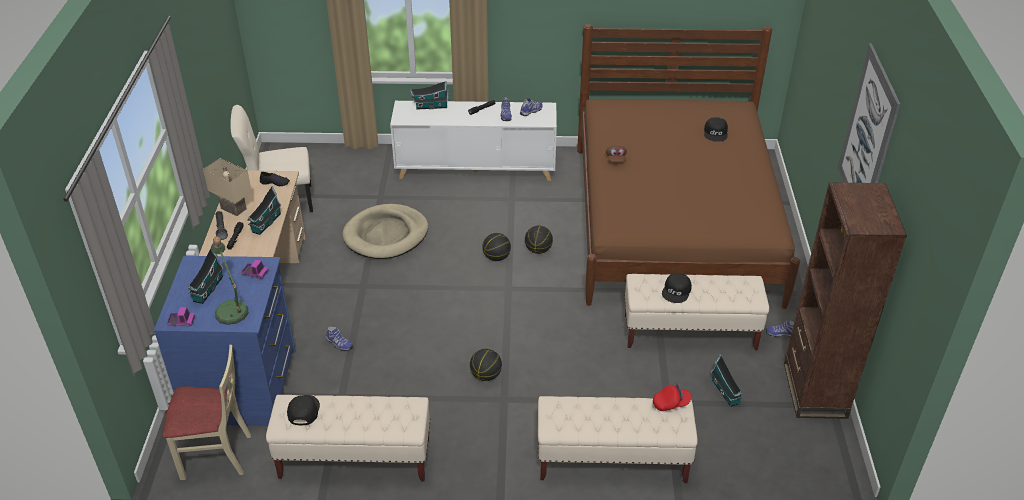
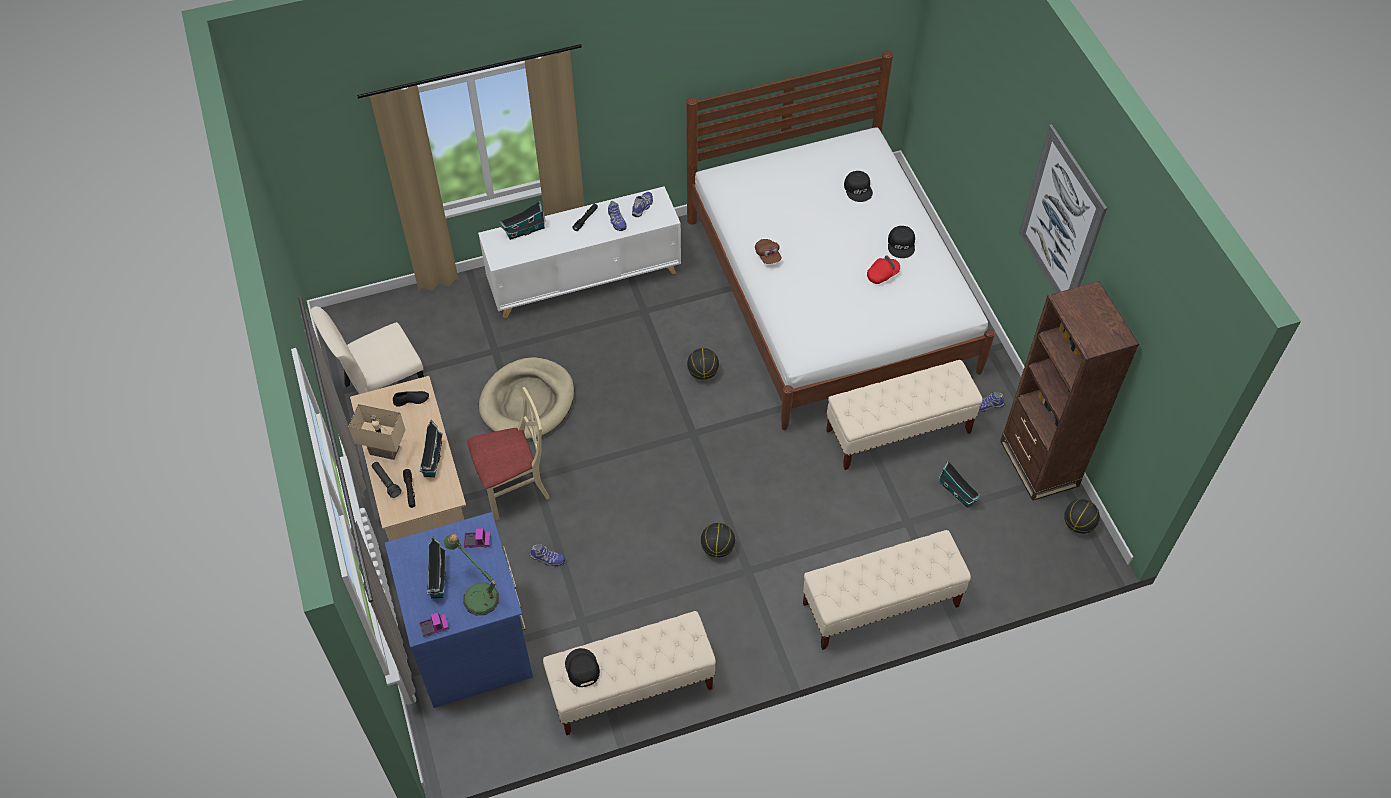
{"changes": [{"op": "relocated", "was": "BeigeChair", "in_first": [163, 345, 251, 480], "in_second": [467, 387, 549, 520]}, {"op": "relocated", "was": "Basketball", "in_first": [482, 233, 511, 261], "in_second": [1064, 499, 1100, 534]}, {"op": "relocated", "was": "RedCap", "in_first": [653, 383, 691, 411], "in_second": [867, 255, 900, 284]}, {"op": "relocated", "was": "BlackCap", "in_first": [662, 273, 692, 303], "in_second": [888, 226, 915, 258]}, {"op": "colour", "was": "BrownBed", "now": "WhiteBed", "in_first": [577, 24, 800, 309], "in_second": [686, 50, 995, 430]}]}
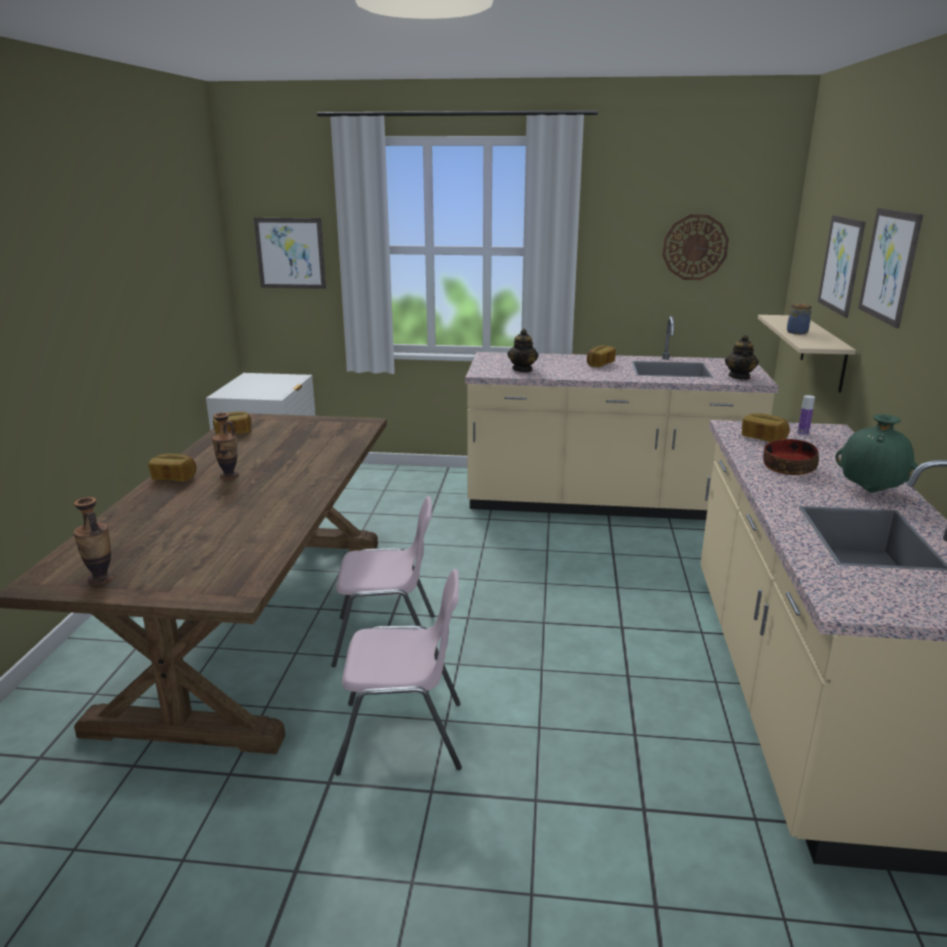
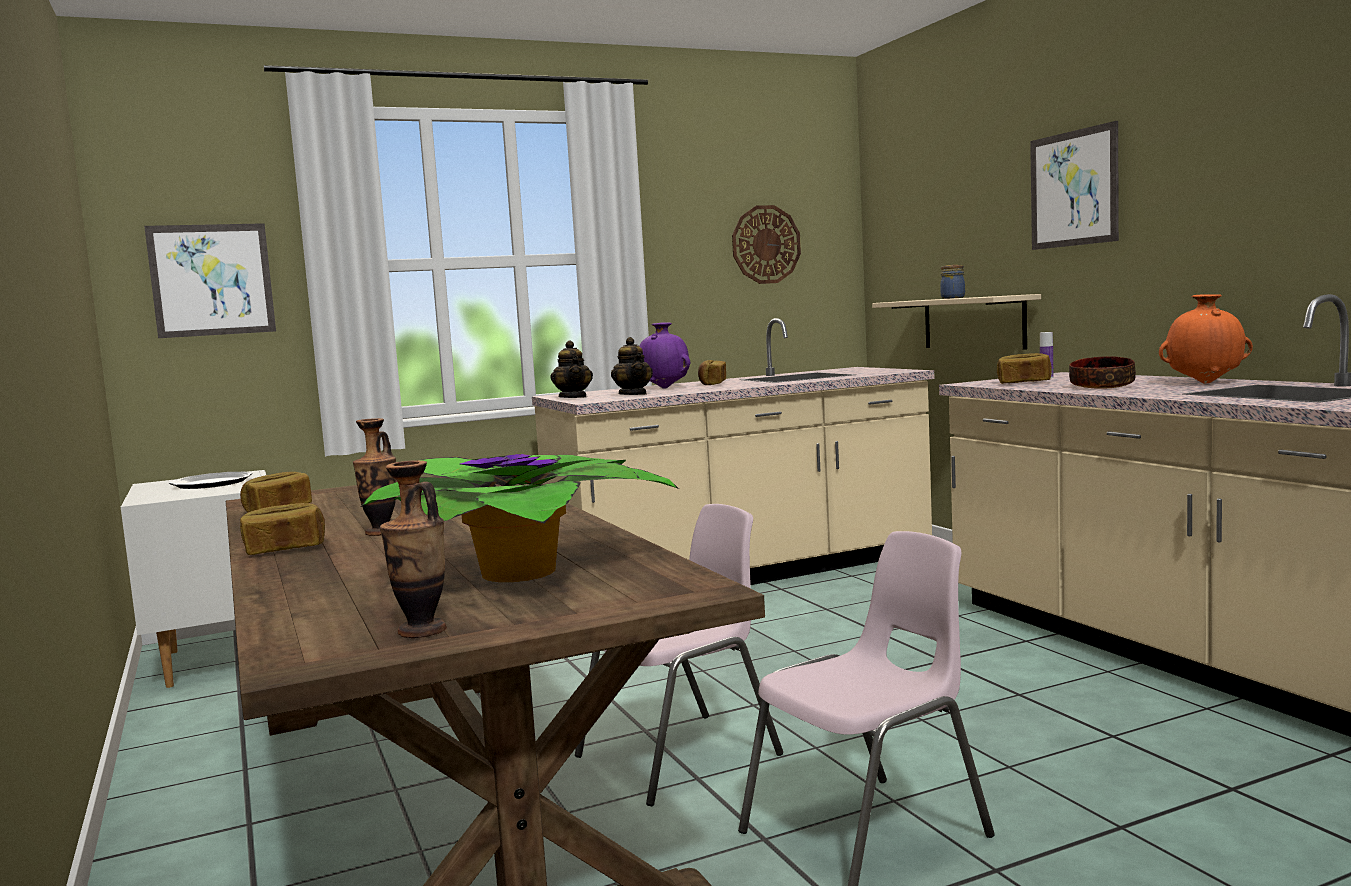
{"changes": [{"op": "missing", "was": "Picture", "in_first": [818, 215, 866, 318]}, {"op": "appeared", "now": "Plate", "in_second": [169, 472, 252, 489]}, {"op": "appeared", "now": "PottedPlant", "in_second": [360, 454, 679, 582]}, {"op": "appeared", "now": "PurpleVase", "in_second": [639, 322, 690, 389]}, {"op": "relocated", "was": "Teapot", "in_first": [725, 335, 759, 380], "in_second": [550, 341, 593, 398]}, {"op": "colour", "was": "GreenVase", "now": "OrangeVase", "in_first": [835, 414, 918, 493], "in_second": [1159, 294, 1253, 383]}]}
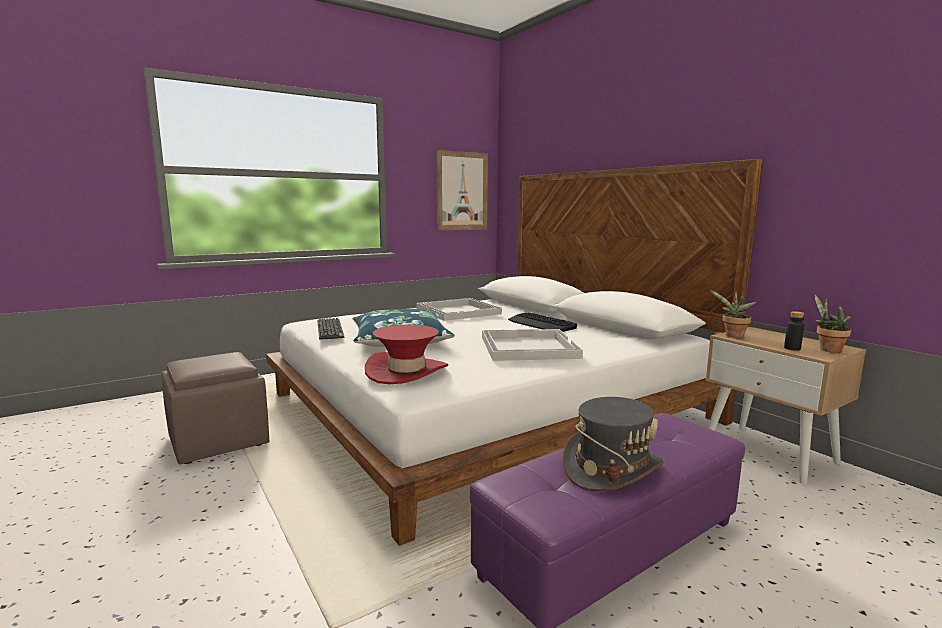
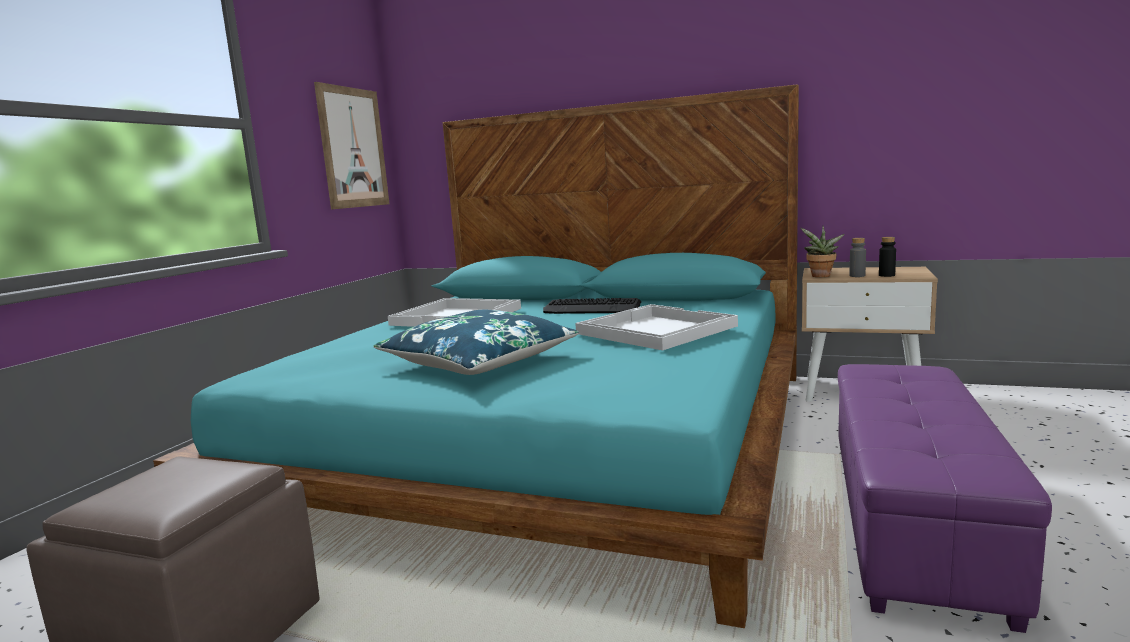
{"changes": [{"op": "missing", "was": "Keyboard", "in_first": [317, 318, 344, 339]}, {"op": "missing", "was": "RedHat", "in_first": [365, 325, 448, 384]}, {"op": "missing", "was": "GreyHat", "in_first": [562, 397, 665, 492]}, {"op": "missing", "was": "PottedPlant", "in_first": [815, 295, 851, 353]}, {"op": "appeared", "now": "GreyBottle", "in_second": [849, 238, 866, 277]}, {"op": "colour", "was": "WhiteBed", "now": "TurquoiseBed", "in_first": [266, 159, 763, 546], "in_second": [153, 84, 799, 628]}]}
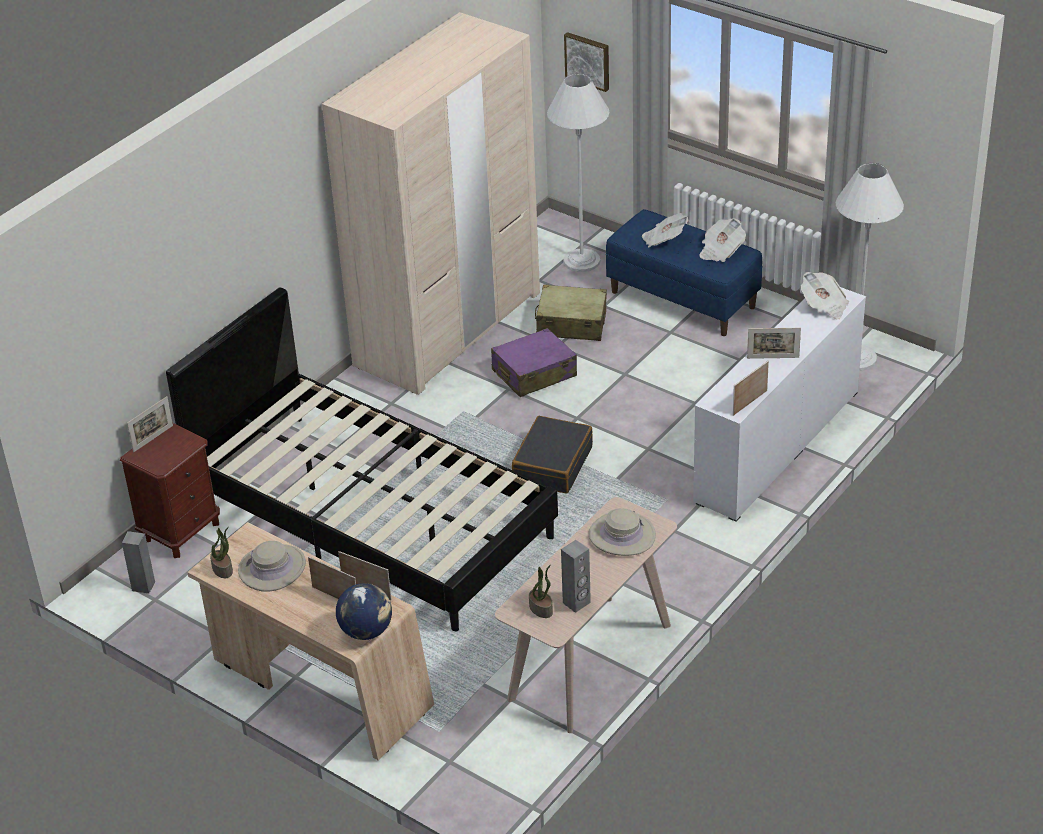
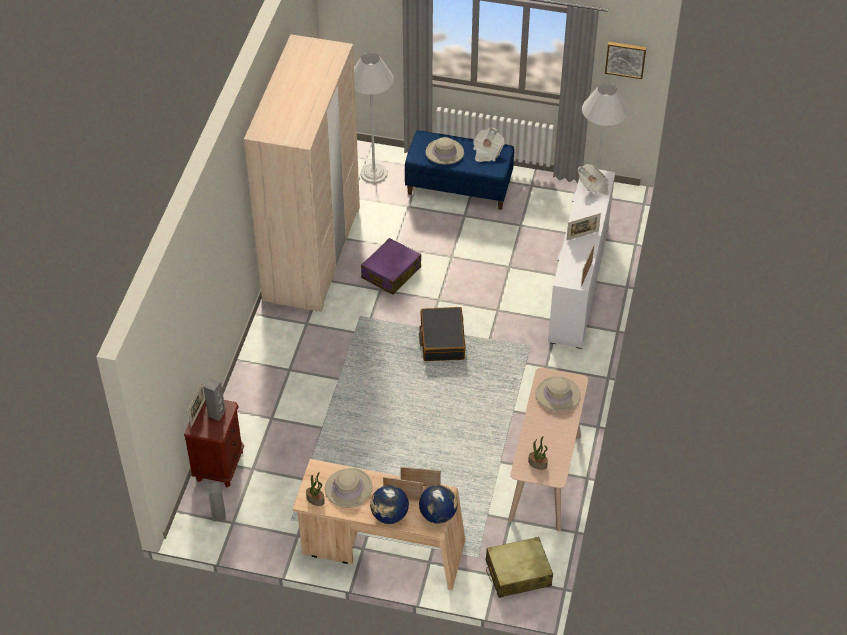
{"changes": [{"op": "missing", "was": "BlackBed", "in_first": [166, 288, 558, 631]}, {"op": "appeared", "now": "Globe", "in_second": [370, 485, 409, 524]}, {"op": "relocated", "was": "BeigeSuitcase", "in_first": [535, 284, 607, 341], "in_second": [486, 537, 553, 598]}, {"op": "relocated", "was": "GreySpeaker", "in_first": [561, 540, 591, 613], "in_second": [203, 378, 225, 421]}, {"op": "relocated", "was": "Picture", "in_first": [564, 32, 609, 92], "in_second": [605, 42, 647, 79]}, {"op": "exchanged", "was": "Newspaper", "now": "BeigeHat", "in_first": [642, 213, 688, 247], "in_second": [425, 137, 464, 164]}]}
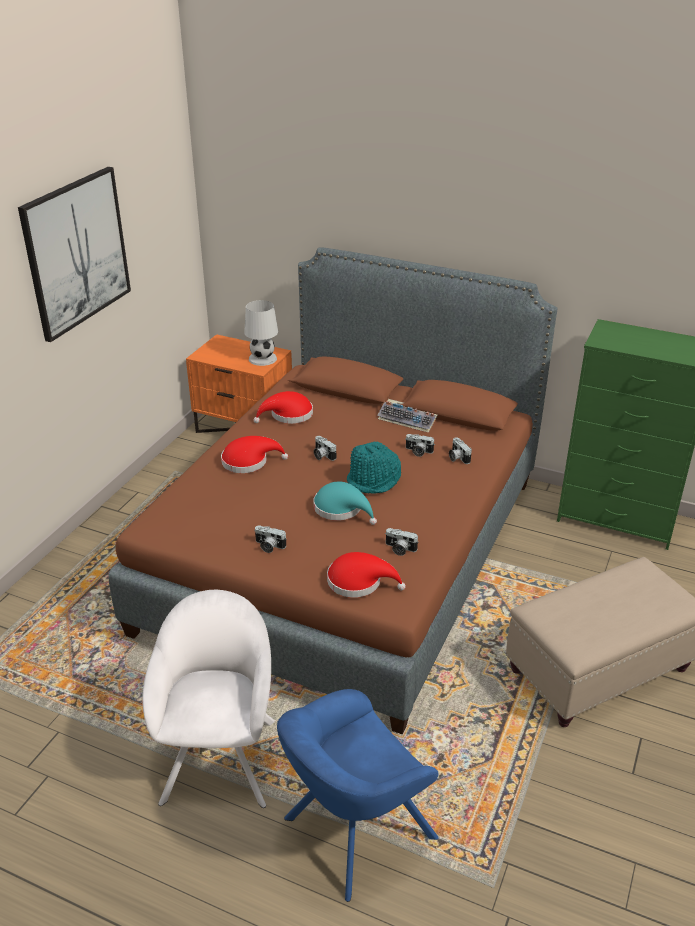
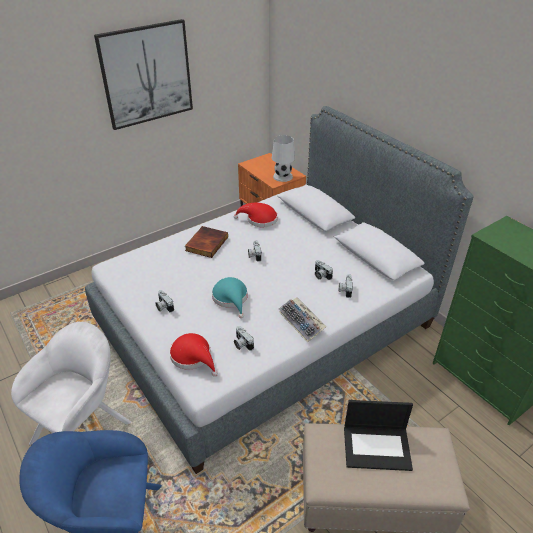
{"changes": [{"op": "missing", "was": "TurquoiseHat", "in_first": [347, 441, 401, 494]}, {"op": "appeared", "now": "Laptop", "in_second": [344, 400, 413, 471]}, {"op": "relocated", "was": "Keyboard", "in_first": [377, 399, 437, 433], "in_second": [279, 297, 326, 343]}, {"op": "exchanged", "was": "RedHat", "now": "Book", "in_first": [221, 436, 288, 473], "in_second": [185, 226, 228, 258]}, {"op": "colour", "was": "BrownBed", "now": "GreyBed", "in_first": [108, 247, 557, 734], "in_second": [85, 106, 474, 474]}]}
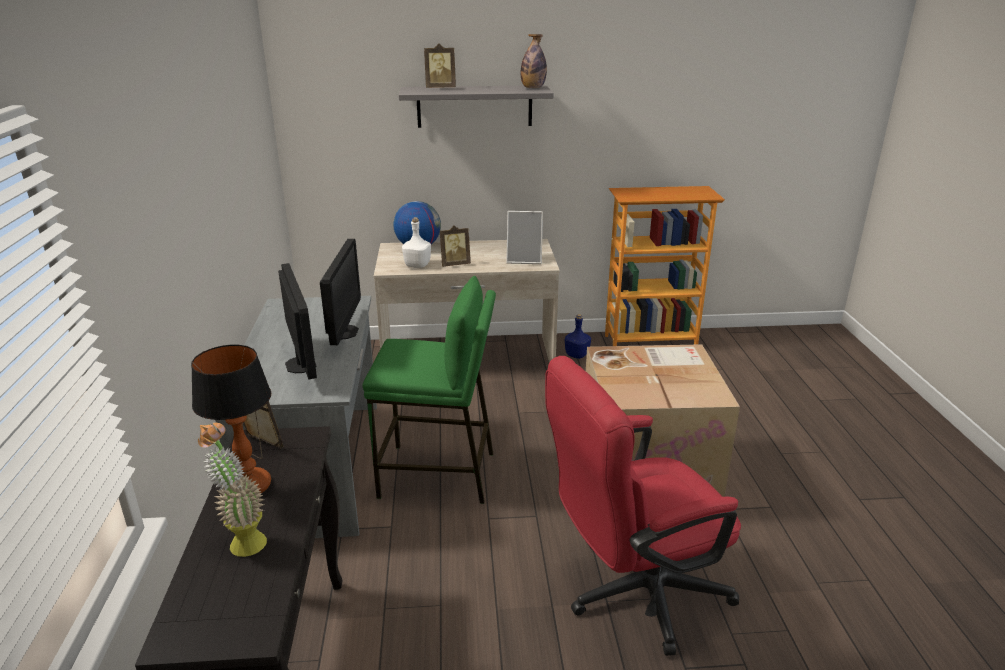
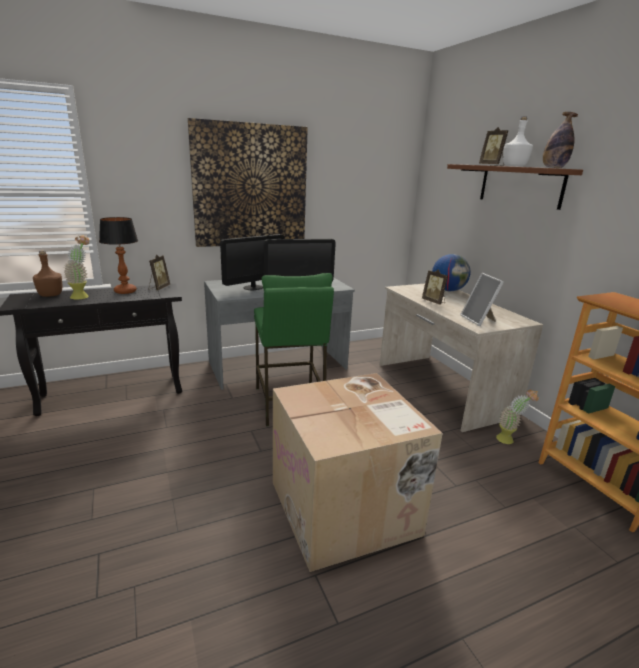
{"changes": [{"op": "missing", "was": "RedOfficeChair", "in_first": [545, 356, 741, 656]}, {"op": "appeared", "now": "BrownBottle", "in_second": [33, 250, 62, 297]}, {"op": "appeared", "now": "Picture", "in_second": [188, 118, 308, 247]}, {"op": "relocated", "was": "WhiteBottle", "in_first": [402, 217, 431, 268], "in_second": [503, 116, 533, 167]}, {"op": "exchanged", "was": "BlueBottle", "now": "PottedPlant", "in_first": [565, 314, 591, 359], "in_second": [496, 389, 539, 444]}, {"op": "colour", "was": "GreyShelf", "now": "BrownShelf", "in_first": [399, 85, 554, 128], "in_second": [447, 164, 583, 210]}]}
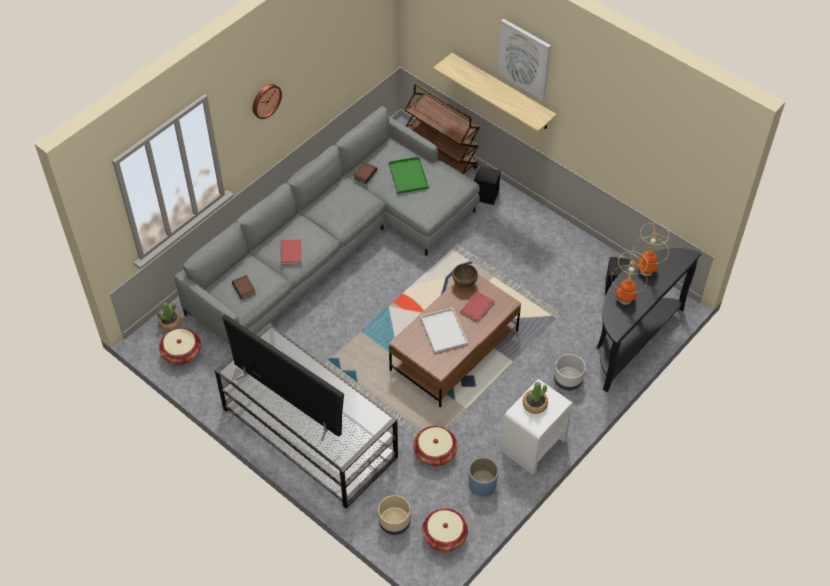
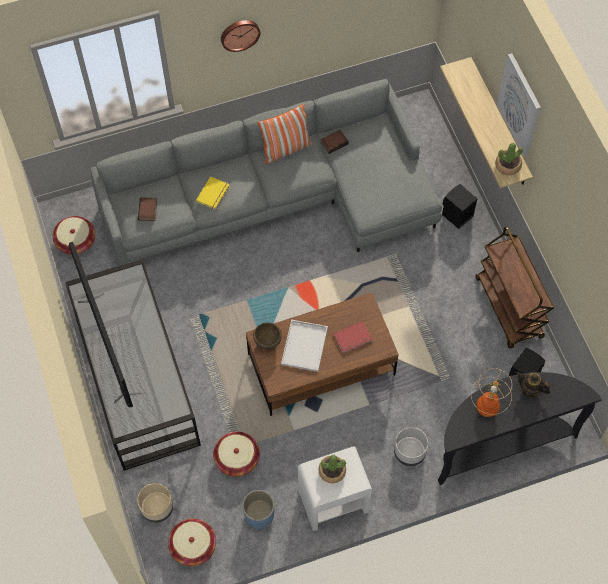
{"changes": [{"op": "missing", "was": "GreenTray", "in_first": [389, 157, 429, 194]}, {"op": "appeared", "now": "Pillow", "in_second": [257, 104, 313, 164]}, {"op": "relocated", "was": "PottedPlant", "in_first": [157, 302, 181, 331], "in_second": [495, 143, 523, 176]}, {"op": "relocated", "was": "BrownCart", "in_first": [405, 84, 480, 174], "in_second": [475, 227, 554, 349]}, {"op": "relocated", "was": "BrownBowl", "in_first": [452, 264, 478, 288], "in_second": [253, 323, 282, 350]}, {"op": "exchanged", "was": "TableLamp", "now": "Teapot", "in_first": [633, 223, 669, 276], "in_second": [516, 372, 550, 398]}, {"op": "colour", "was": "RedBook", "now": "YellowBook", "in_first": [281, 239, 302, 265], "in_second": [196, 176, 230, 210]}]}
